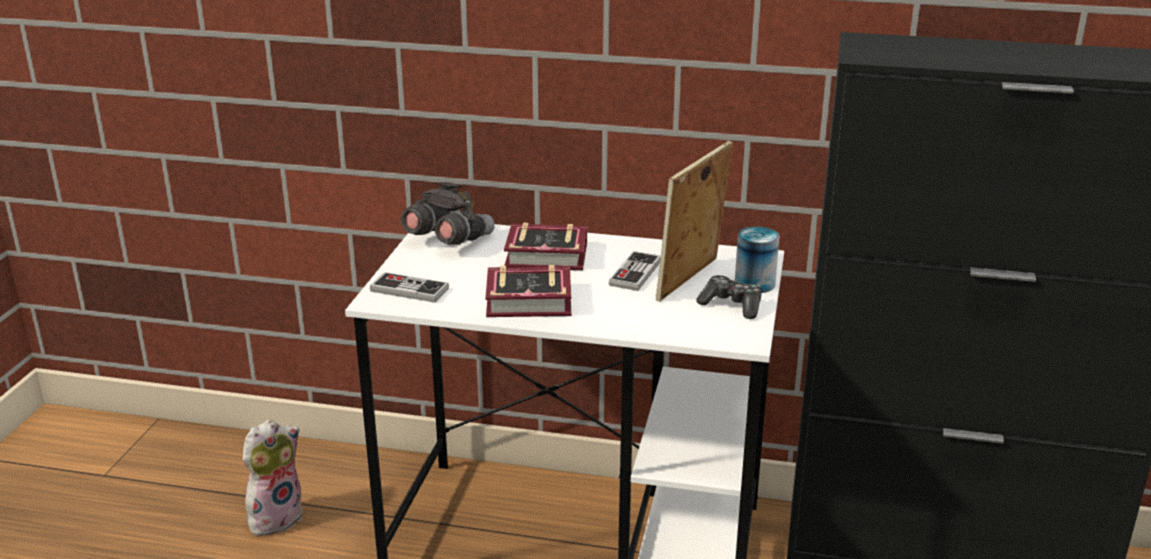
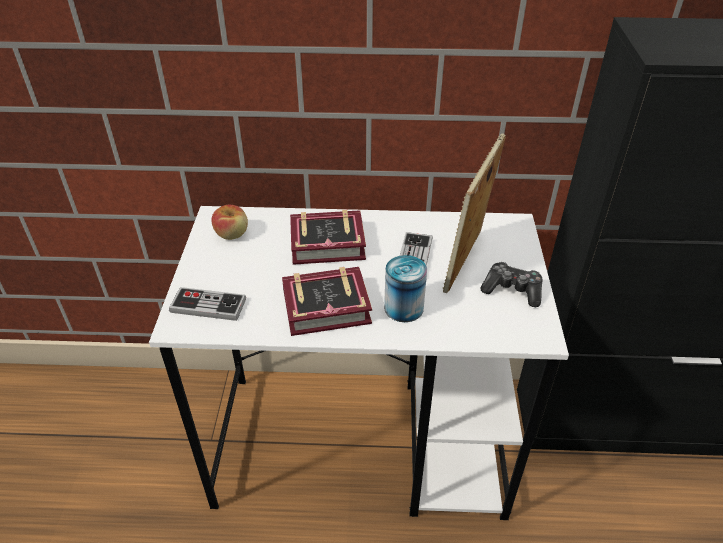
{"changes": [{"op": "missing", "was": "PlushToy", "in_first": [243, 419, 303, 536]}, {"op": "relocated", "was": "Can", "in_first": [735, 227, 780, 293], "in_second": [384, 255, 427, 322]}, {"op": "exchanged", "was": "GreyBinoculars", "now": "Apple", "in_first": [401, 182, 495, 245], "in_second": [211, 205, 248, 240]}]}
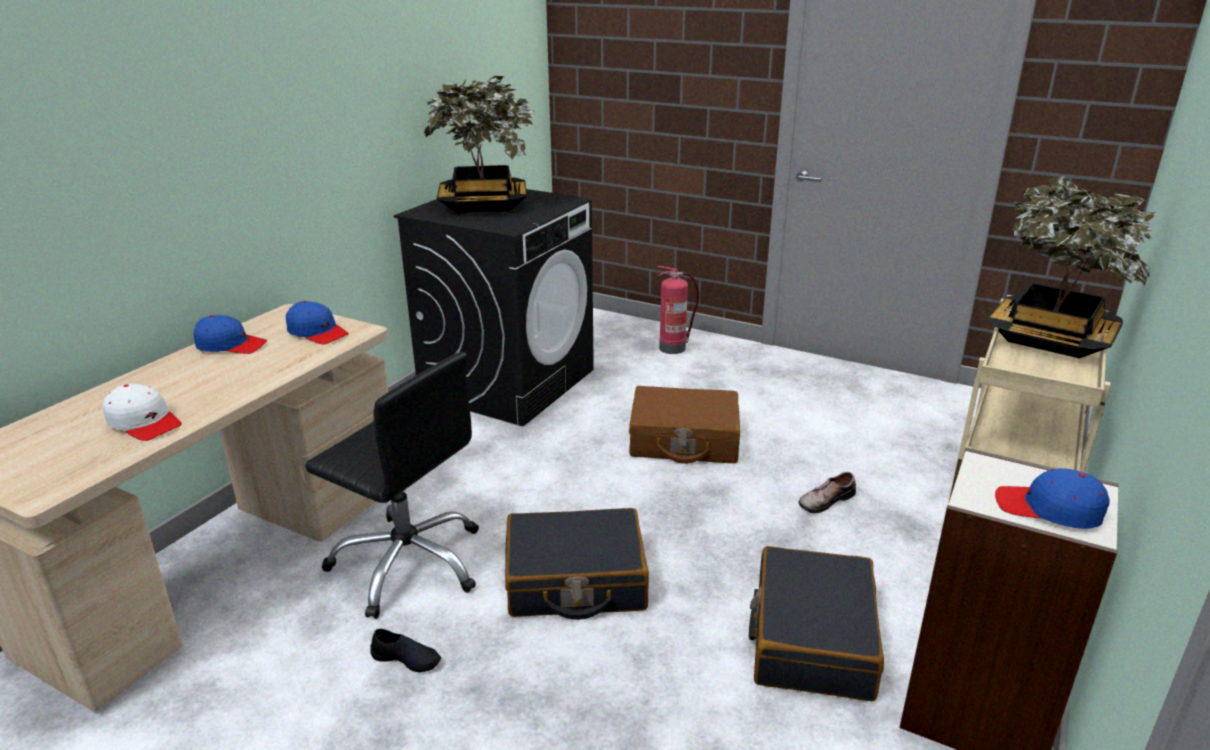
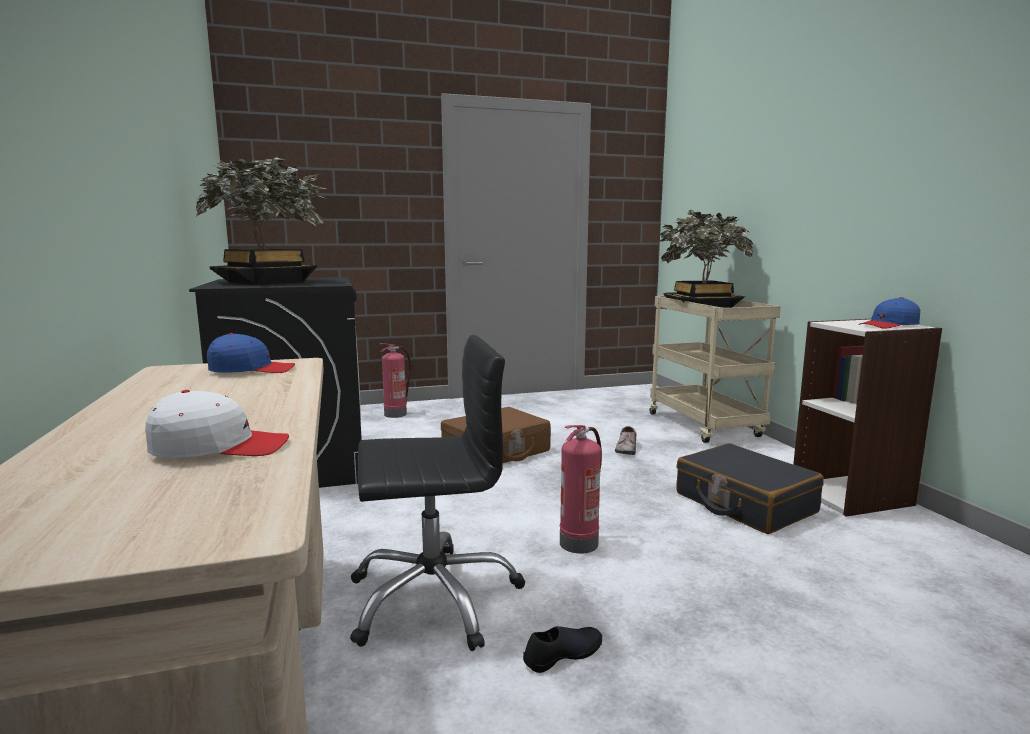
{"changes": [{"op": "missing", "was": "BlueCap", "in_first": [194, 315, 267, 354]}, {"op": "exchanged", "was": "BlackSuitcase", "now": "FireExtinguisher", "in_first": [505, 508, 649, 620], "in_second": [560, 425, 602, 554]}]}
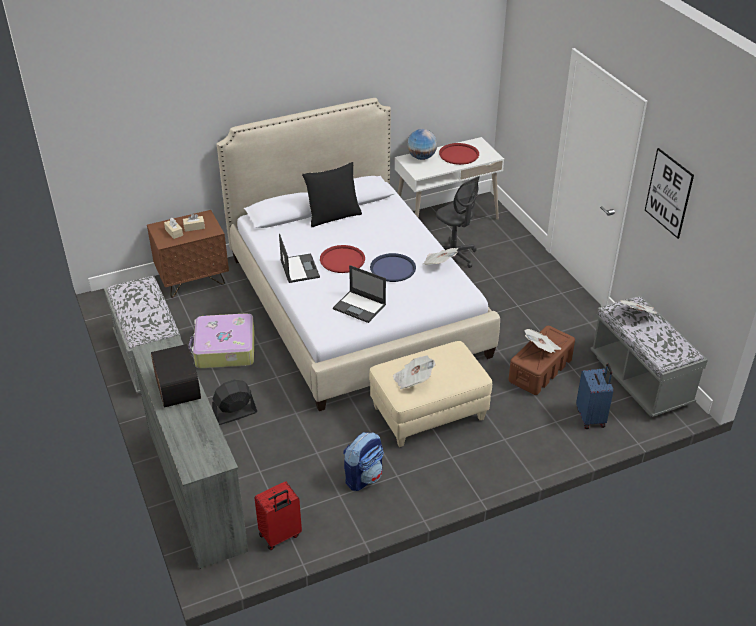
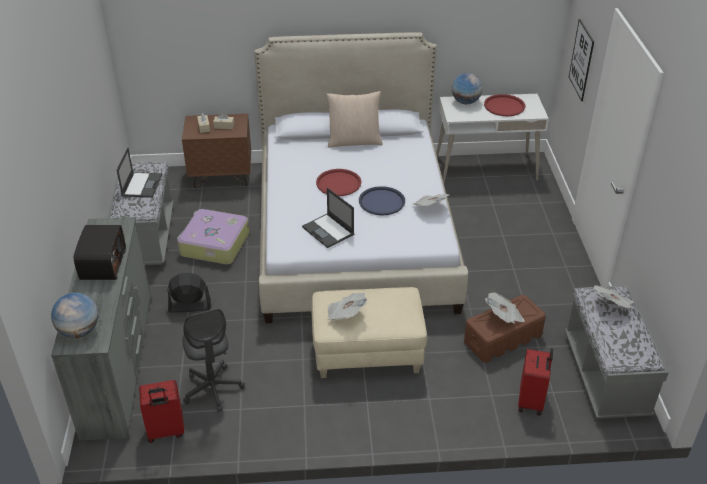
{"changes": [{"op": "missing", "was": "Backpack", "in_first": [343, 432, 384, 491]}, {"op": "appeared", "now": "Globe", "in_second": [51, 293, 98, 338]}, {"op": "relocated", "was": "Laptop", "in_first": [279, 233, 320, 283], "in_second": [117, 148, 162, 198]}, {"op": "relocated", "was": "GreyOfficeChair", "in_first": [436, 176, 480, 268], "in_second": [182, 309, 245, 412]}, {"op": "relocated", "was": "Picture", "in_first": [645, 148, 694, 239], "in_second": [569, 19, 594, 101]}, {"op": "colour", "was": "BlackPillow", "now": "BeigePillow", "in_first": [302, 162, 362, 227], "in_second": [326, 91, 383, 148]}, {"op": "colour", "was": "BlueSuitcase", "now": "RedSuitcase", "in_first": [576, 364, 613, 429], "in_second": [518, 348, 553, 416]}]}
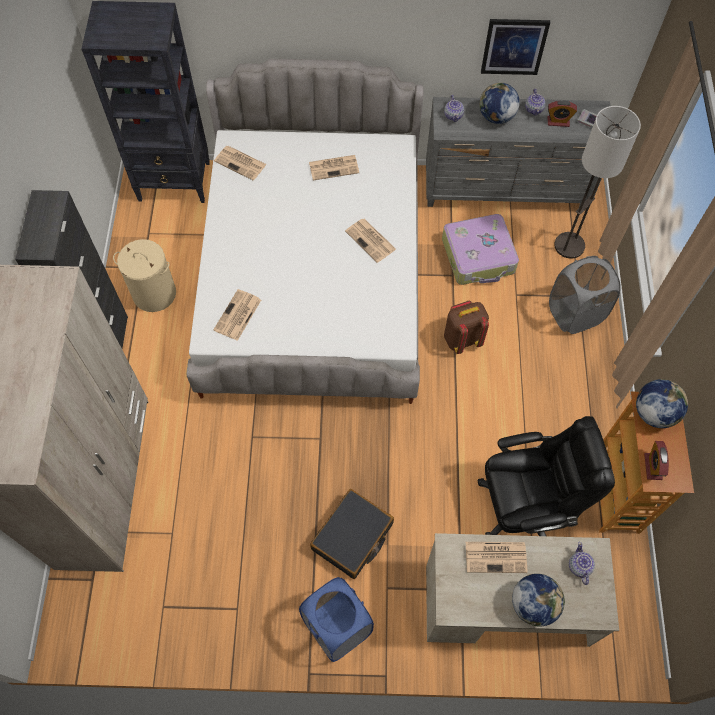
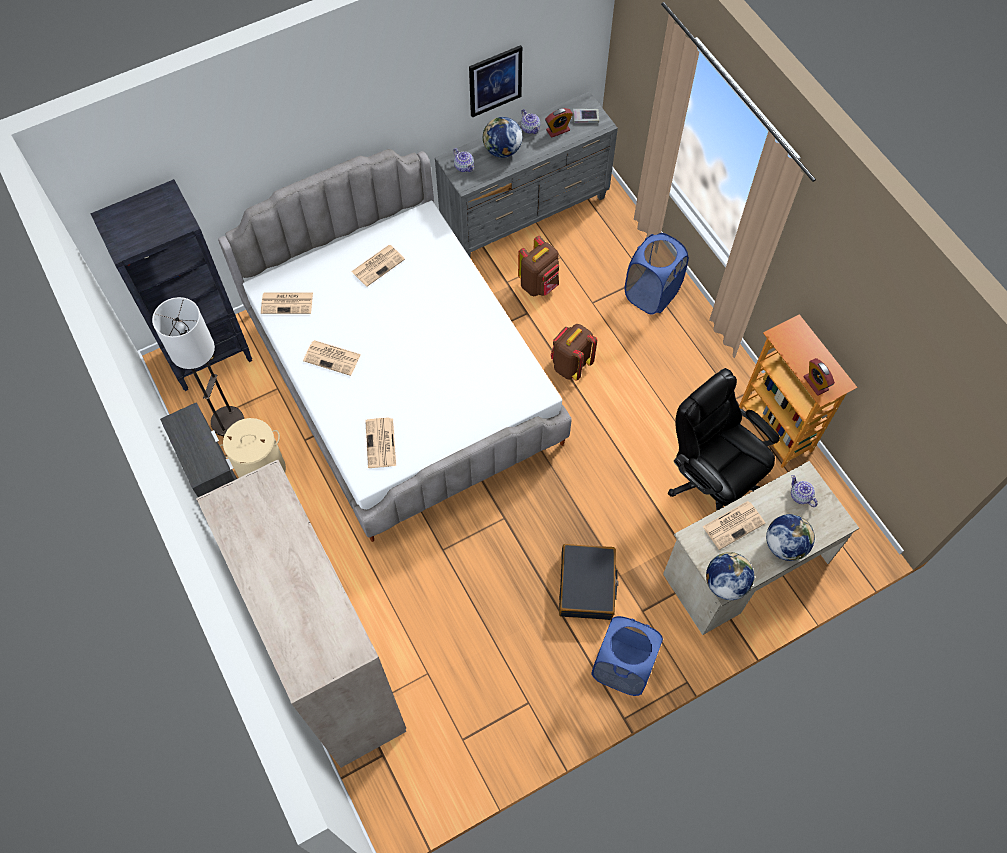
{"changes": [{"op": "relocated", "was": "Newspaper", "in_first": [345, 219, 396, 263], "in_second": [303, 340, 361, 376]}, {"op": "relocated", "was": "FloorLamp", "in_first": [554, 106, 641, 259], "in_second": [152, 297, 244, 436]}, {"op": "relocated", "was": "Globe", "in_first": [636, 379, 688, 428], "in_second": [706, 552, 754, 600]}, {"op": "exchanged", "was": "Suitcase", "now": "BrownBackpack", "in_first": [442, 214, 519, 285], "in_second": [518, 236, 559, 296]}, {"op": "colour", "was": "GreyLaundryBasket", "now": "BlueLaundryBasket", "in_first": [549, 256, 621, 334], "in_second": [624, 233, 689, 315]}, {"op": "spun", "was": "BlackOfficeChair", "in_first": [478, 416, 615, 536], "in_second": [668, 368, 780, 511], "clockwise": -90}]}
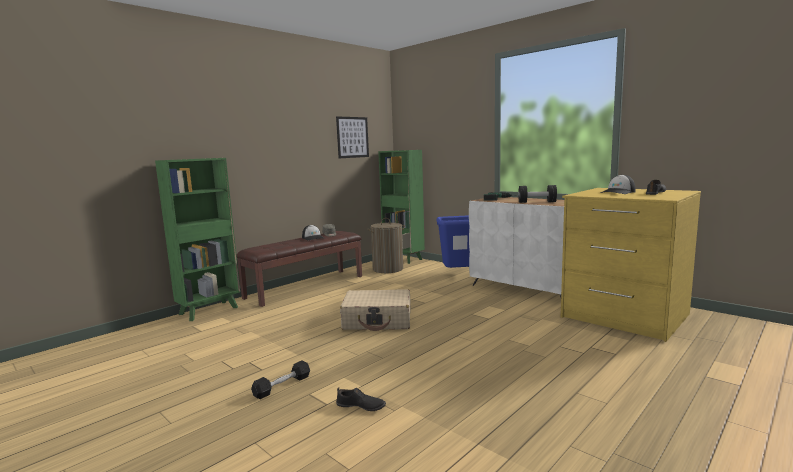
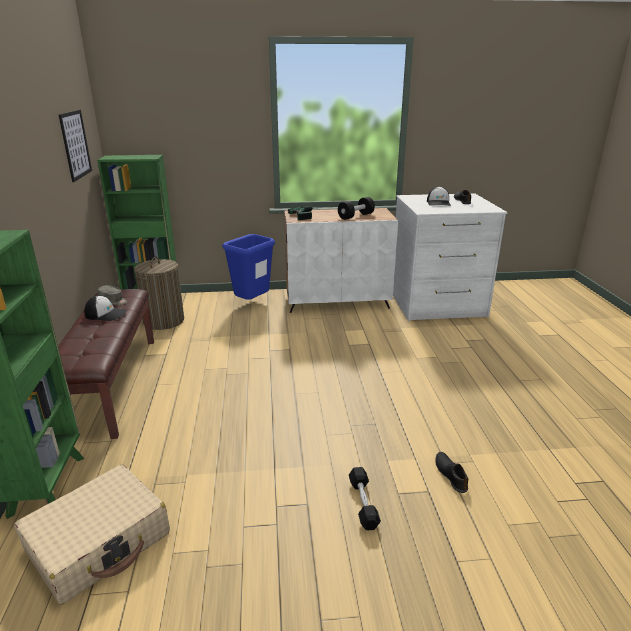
{"changes": [{"op": "relocated", "was": "BeigeSuitcase", "in_first": [340, 289, 410, 331], "in_second": [14, 465, 170, 605]}, {"op": "colour", "was": "YellowDresser", "now": "WhiteDresser", "in_first": [561, 188, 701, 342], "in_second": [393, 193, 508, 321]}, {"op": "spun", "was": "BlackShoe", "in_first": [336, 387, 386, 411], "in_second": [435, 452, 468, 493], "clockwise": -75}]}
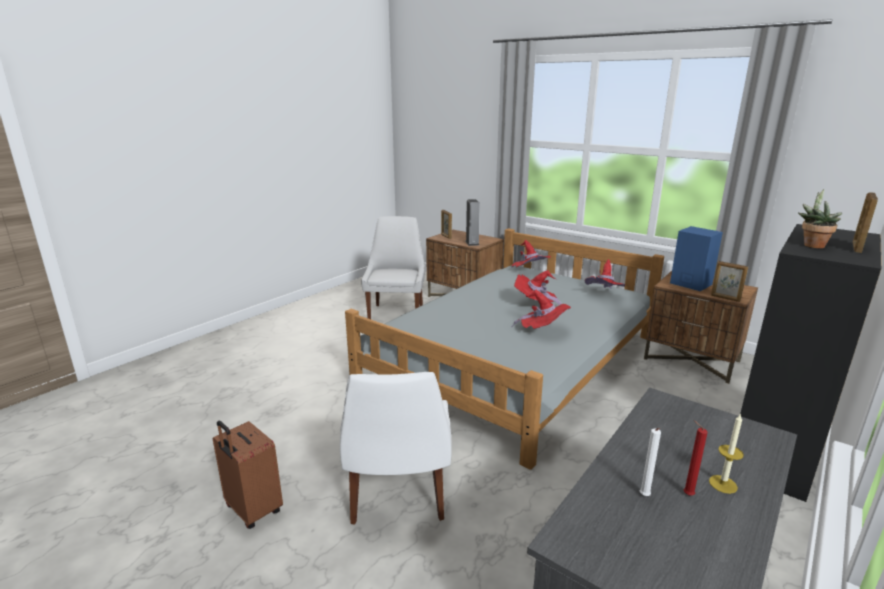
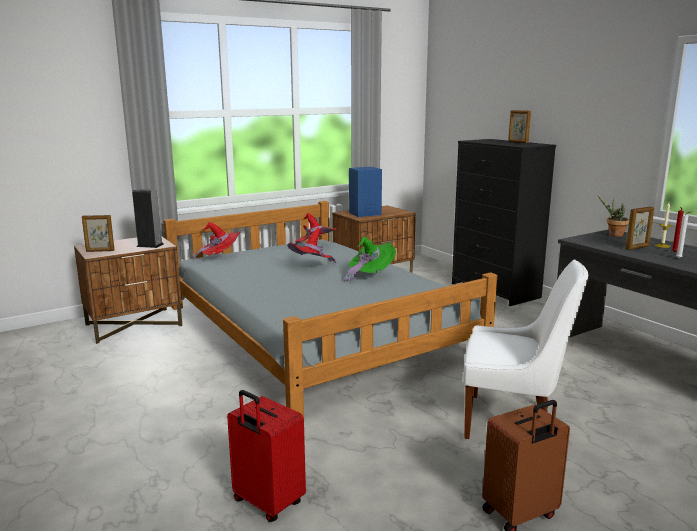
{"changes": [{"op": "missing", "was": "WhiteChair", "in_first": [361, 216, 425, 319]}, {"op": "appeared", "now": "RedSuitcase", "in_second": [227, 390, 306, 522]}, {"op": "relocated", "was": "PictureFrame", "in_first": [711, 261, 748, 302], "in_second": [625, 206, 654, 250]}, {"op": "relocated", "was": "PottedPlant", "in_first": [798, 189, 842, 248], "in_second": [598, 196, 629, 237]}, {"op": "colour", "was": "RedHat", "now": "GreenHat", "in_first": [511, 289, 571, 329], "in_second": [344, 236, 396, 283]}]}
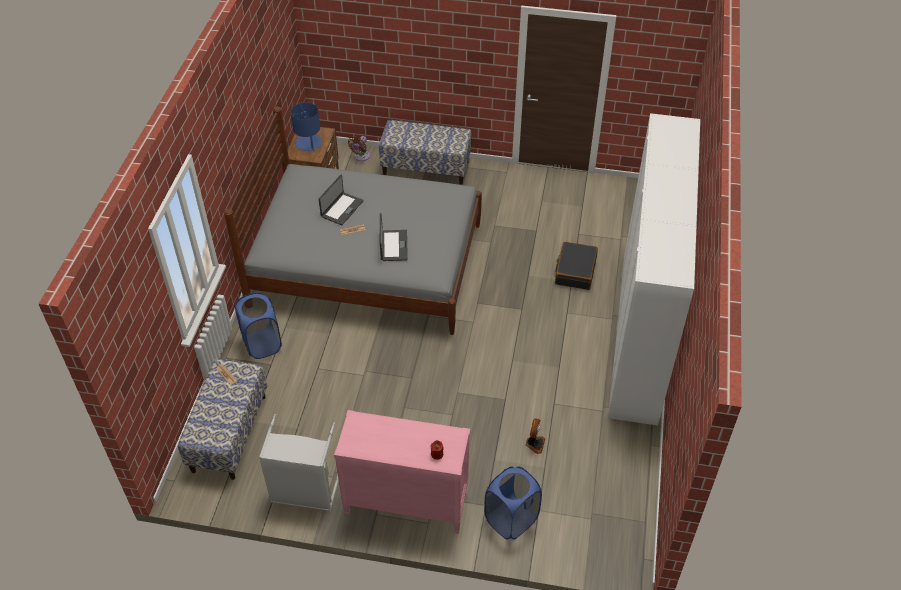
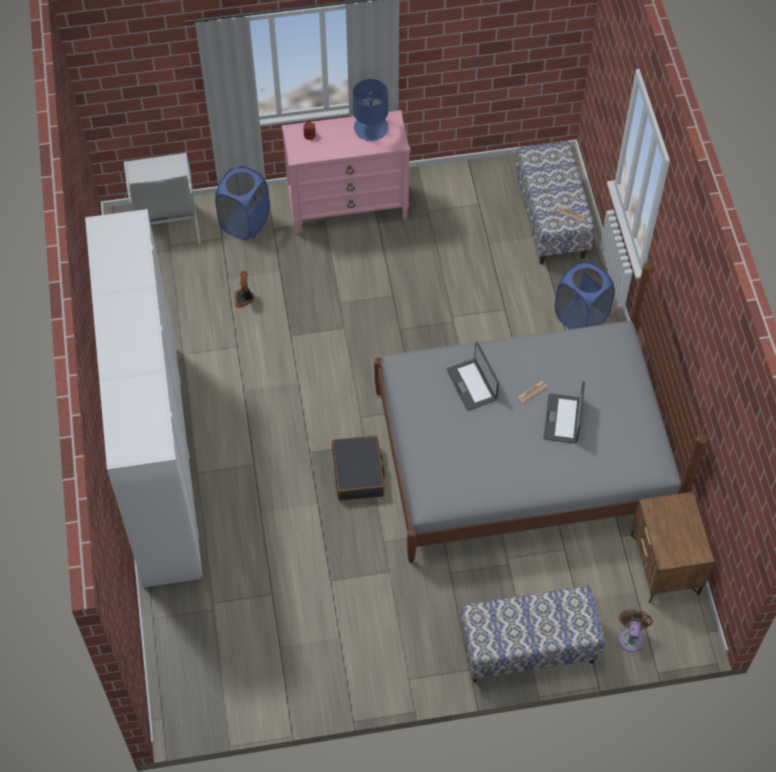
{"changes": [{"op": "relocated", "was": "GreyLaundryBasket", "in_first": [259, 414, 339, 511], "in_second": [124, 152, 201, 244]}, {"op": "relocated", "was": "BlueTableLamp", "in_first": [291, 102, 322, 151], "in_second": [353, 79, 389, 141]}, {"op": "relocated", "was": "BlackSuitcase", "in_first": [555, 242, 598, 290], "in_second": [332, 435, 385, 501]}]}
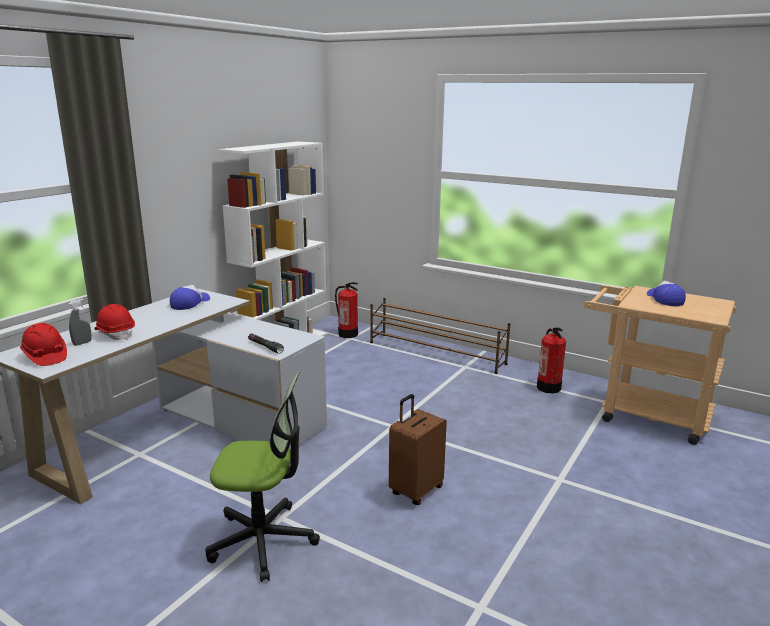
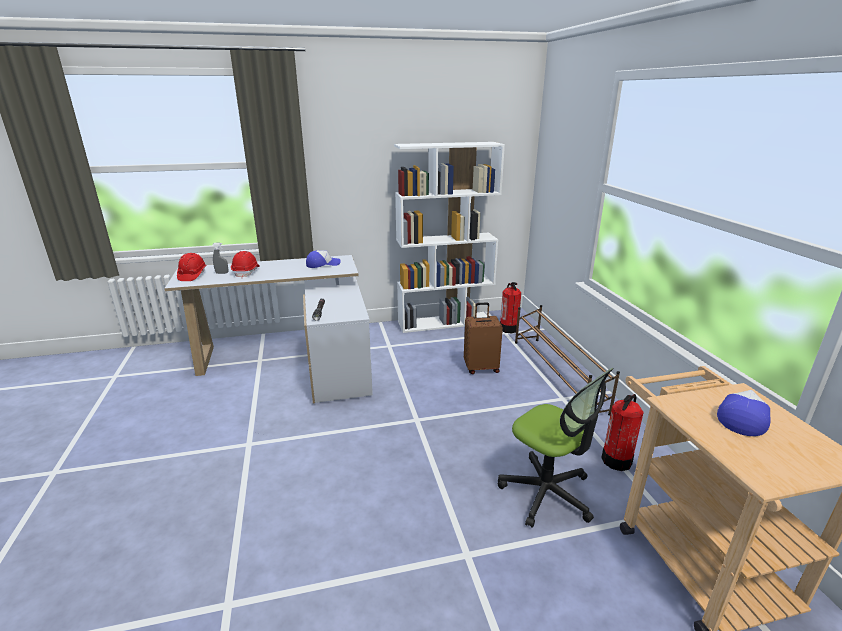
{"changes": [{"op": "relocated", "was": "OfficeChair", "in_first": [205, 372, 320, 582], "in_second": [498, 368, 614, 528]}, {"op": "relocated", "was": "BrownSuitcase", "in_first": [389, 394, 447, 505], "in_second": [464, 303, 503, 374]}]}
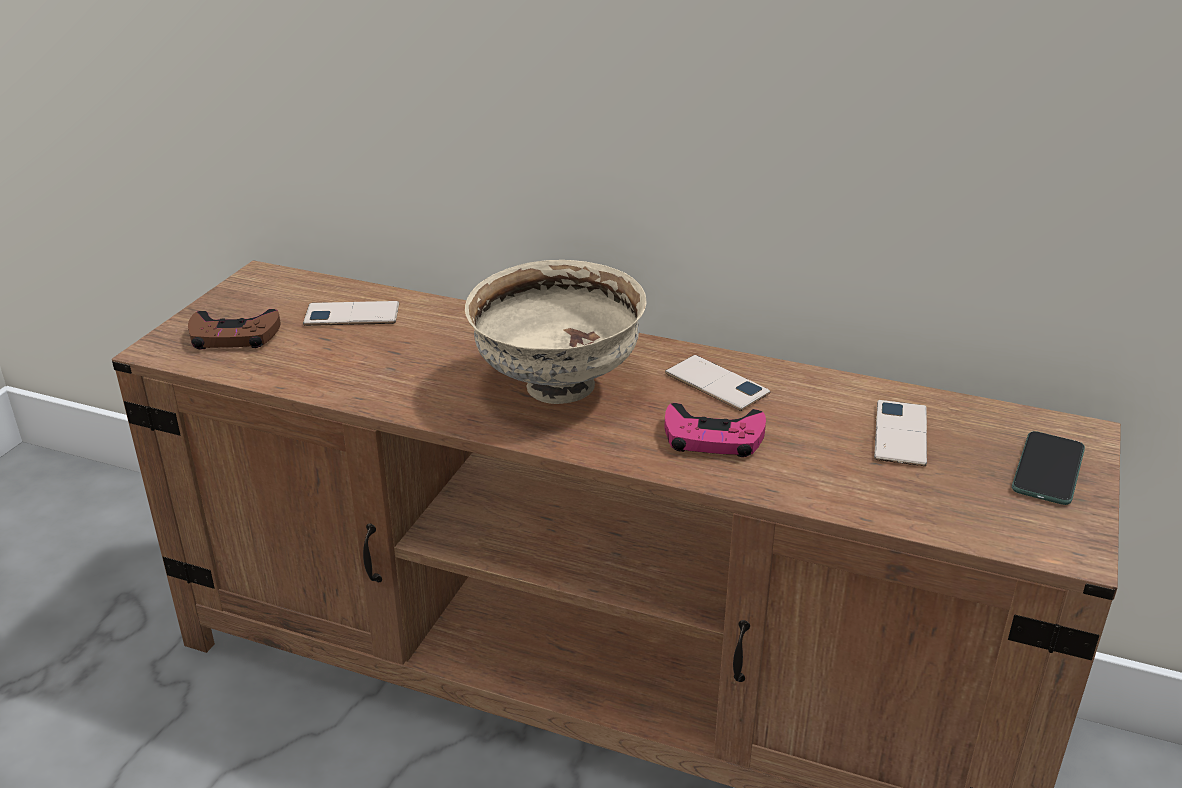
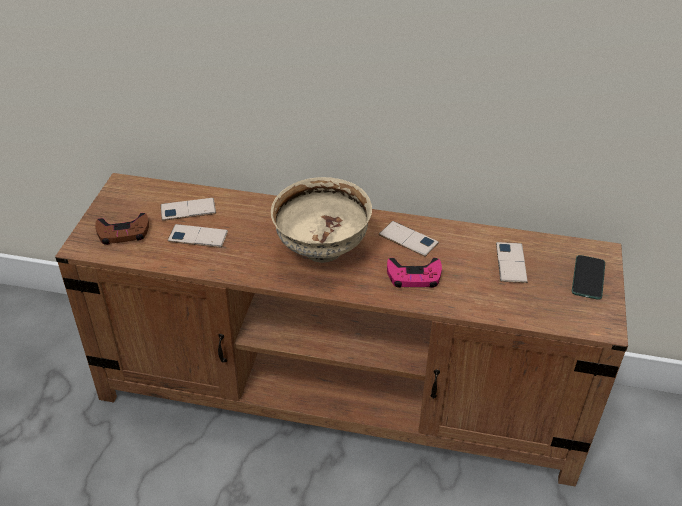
{"changes": [{"op": "appeared", "now": "Phone", "in_second": [168, 224, 228, 248]}]}
